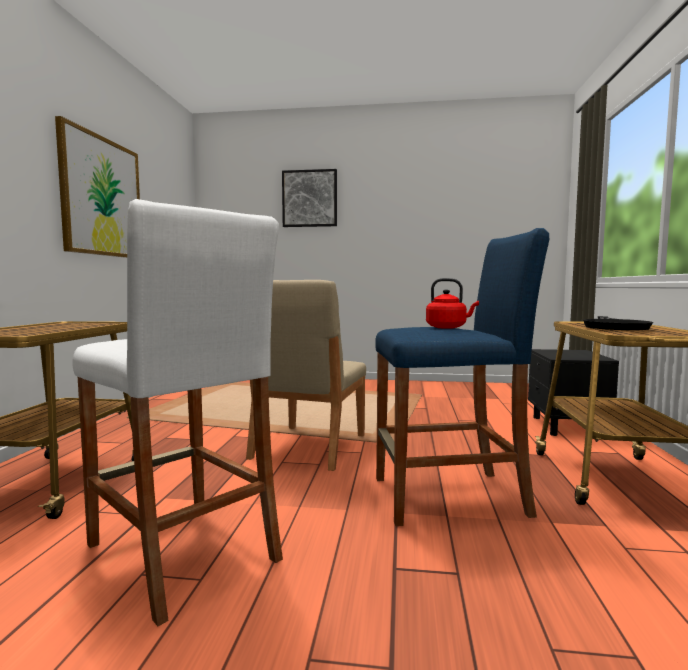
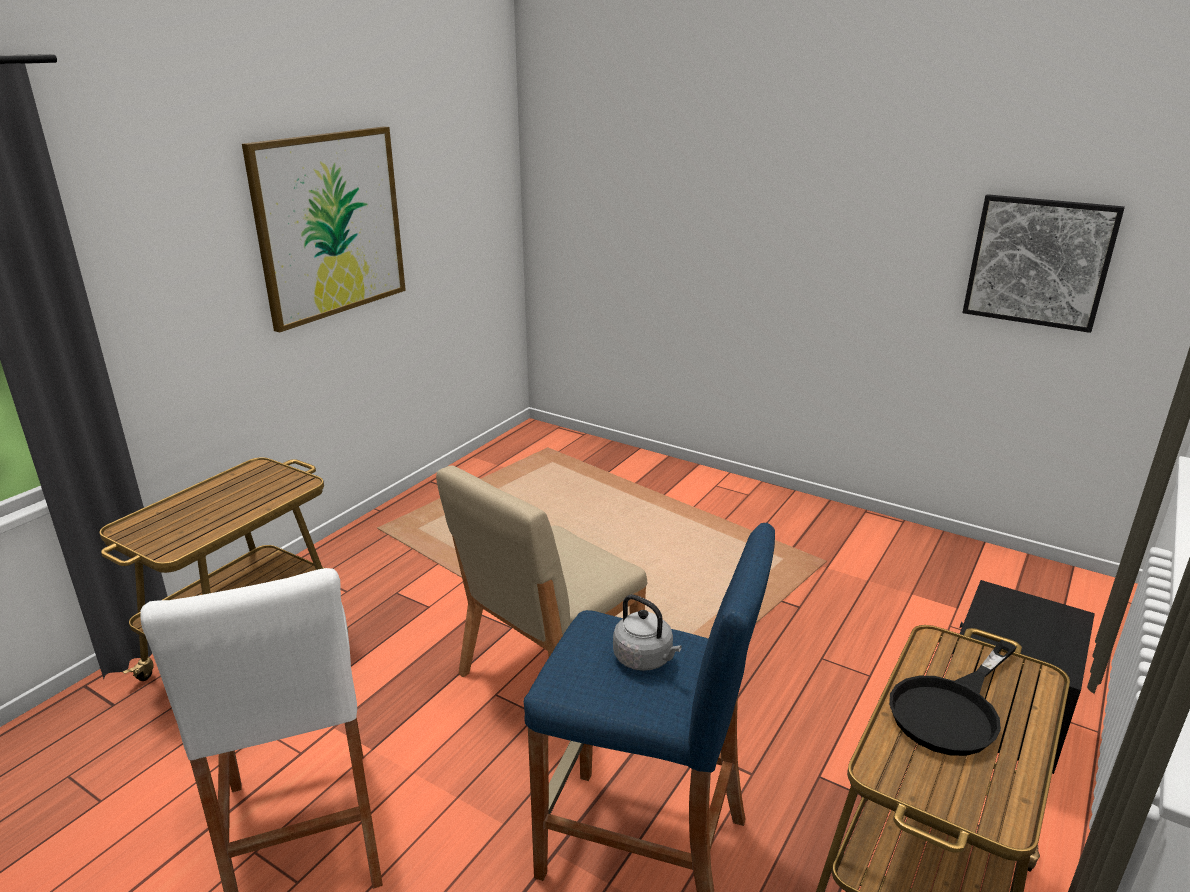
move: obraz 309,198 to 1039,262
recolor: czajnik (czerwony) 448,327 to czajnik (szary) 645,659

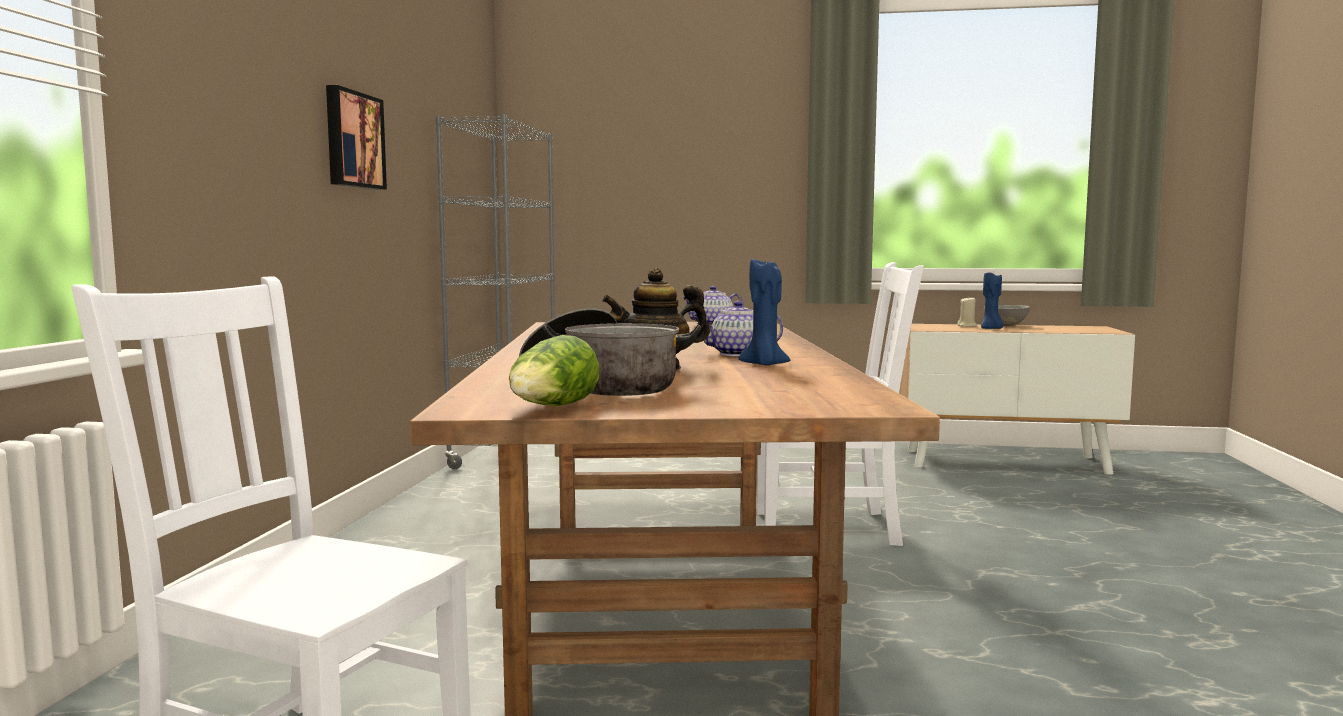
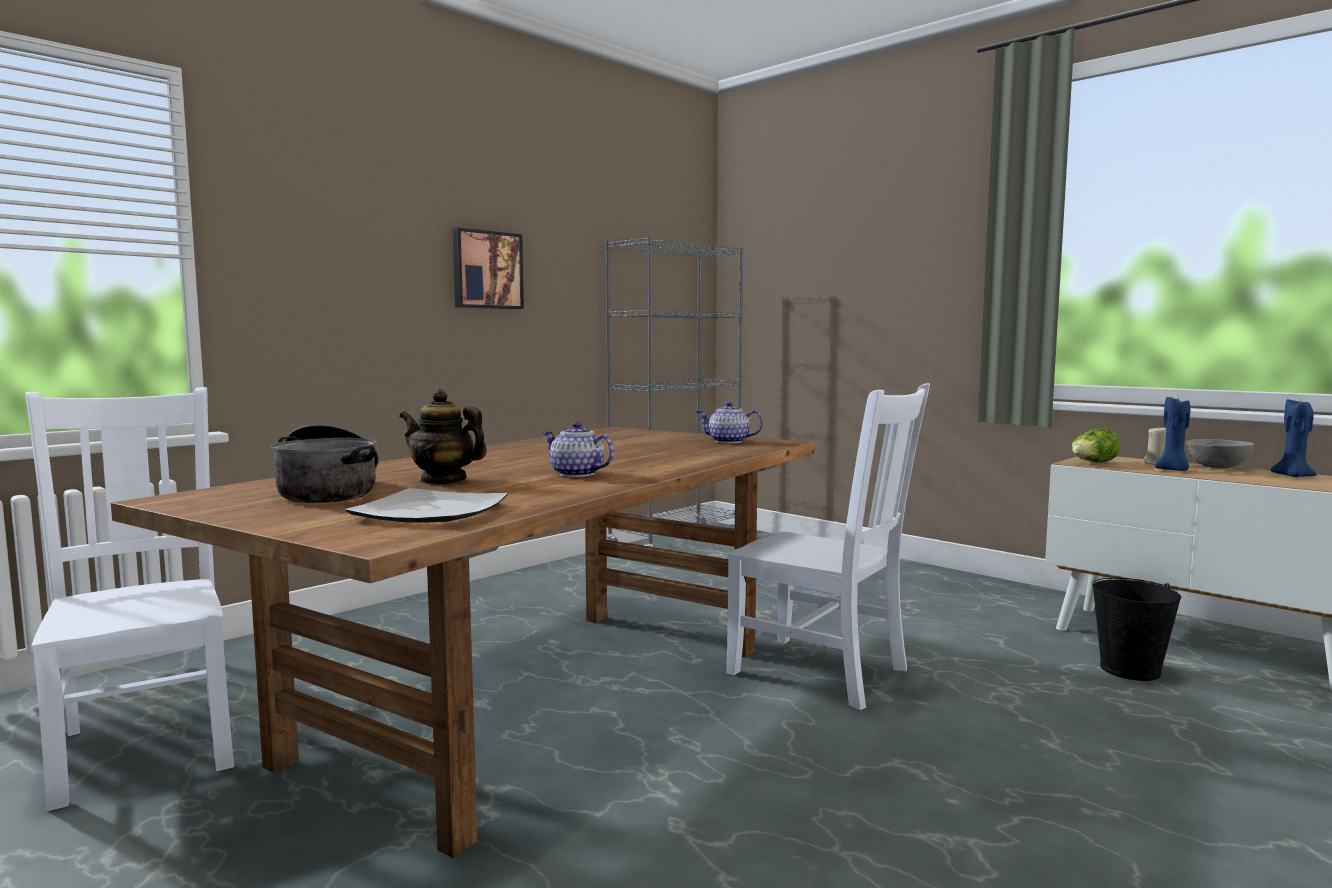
insert: talerz 428,512; wiadro (czarny) 1130,670
move: sałata 552,408 to 1092,463; świeca (niebieski) 764,365 to 1292,476

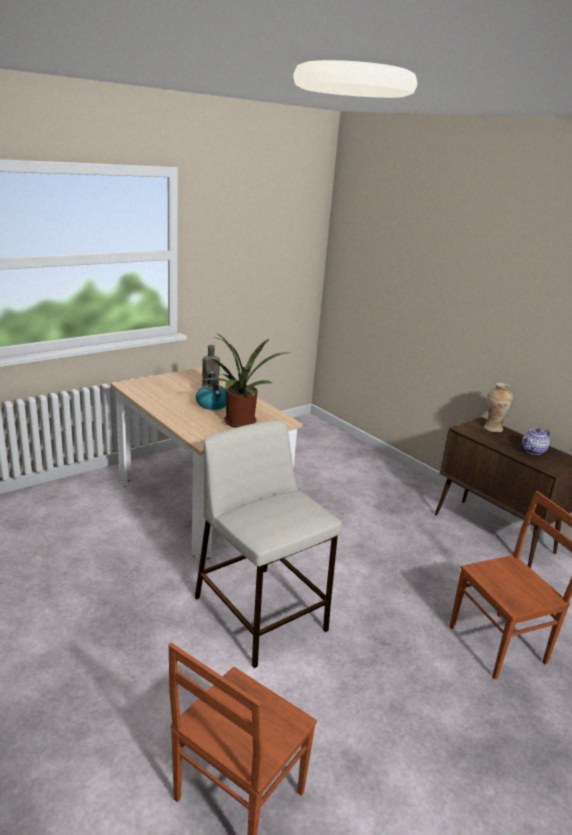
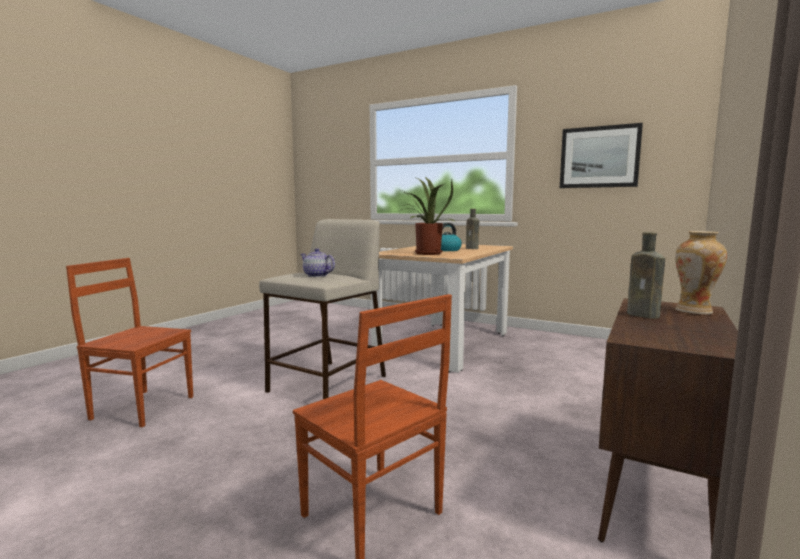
insert: obraz 599,157; butelka (brązowy) 645,315
move: imbryk 533,451 to 317,275

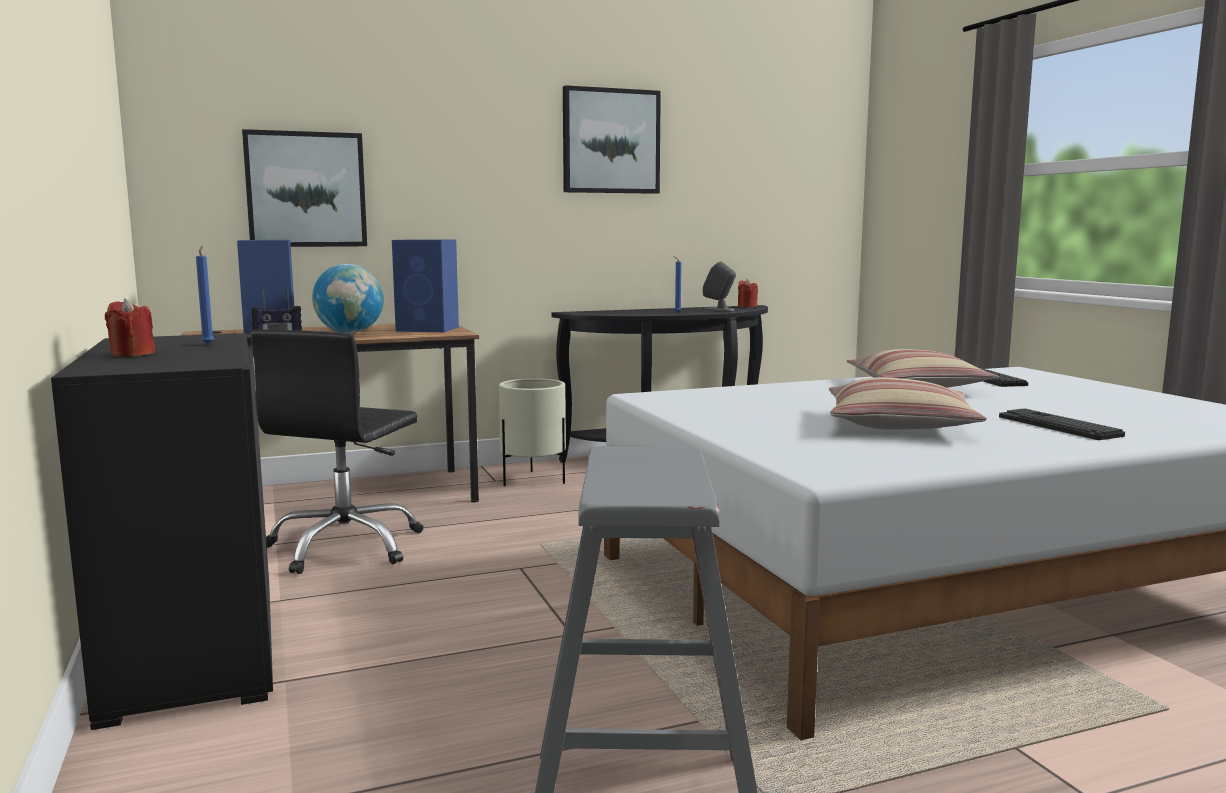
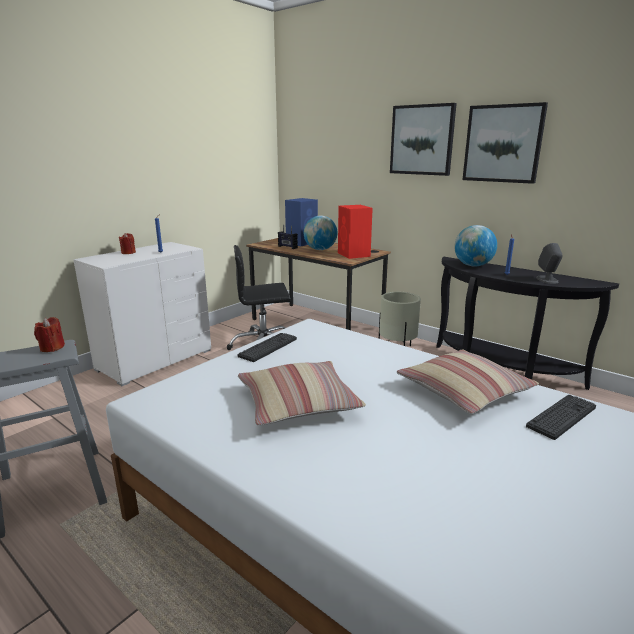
insert: globus 473,265
move: obraz 306,190 to 422,140; świeca (czerwony) 747,306 to 52,348; klawiatura 1058,426 to 268,347
recolor: komoda (czarny) 191,648 to komoda (biały) 154,359; głośnik (niebieski) 429,329 to głośnik (czerwony) 354,255

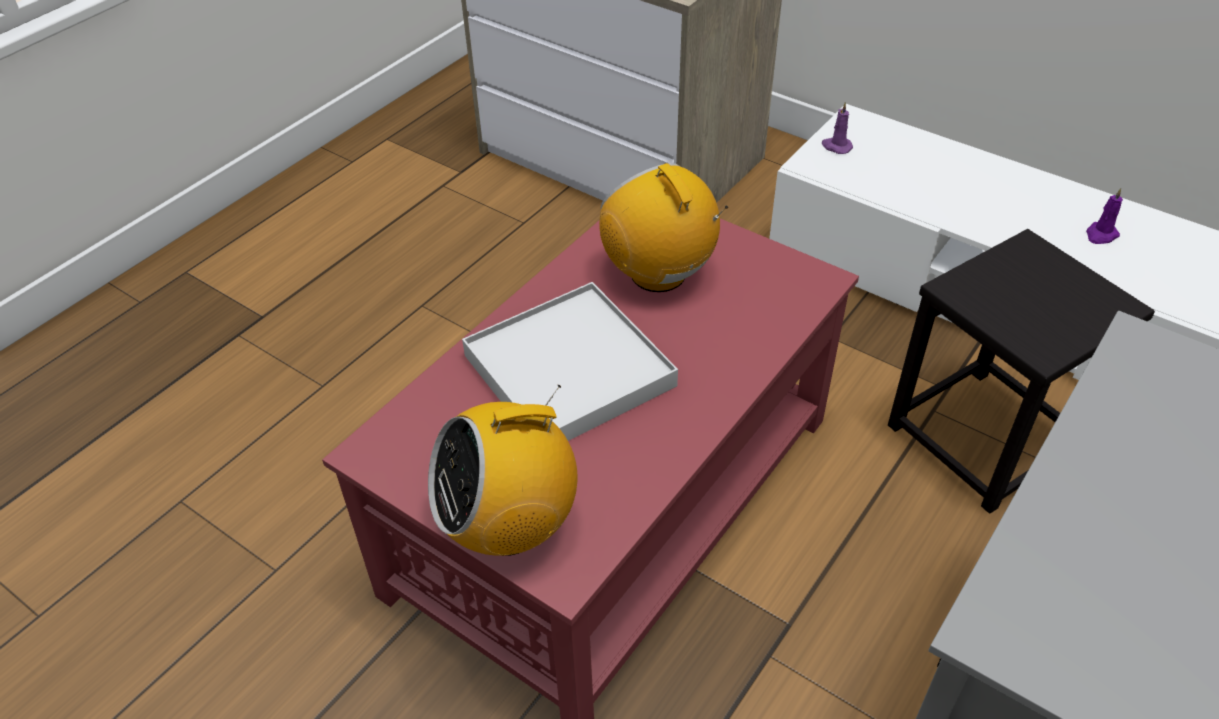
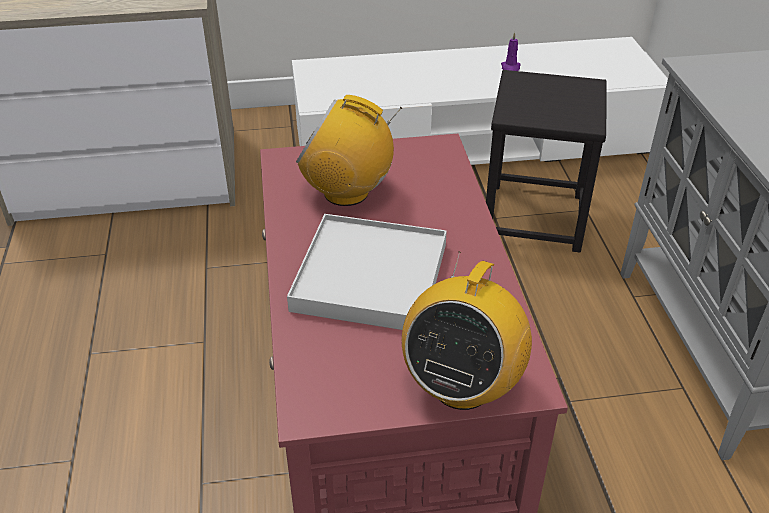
delete: świeca (fioletowy) 836,146

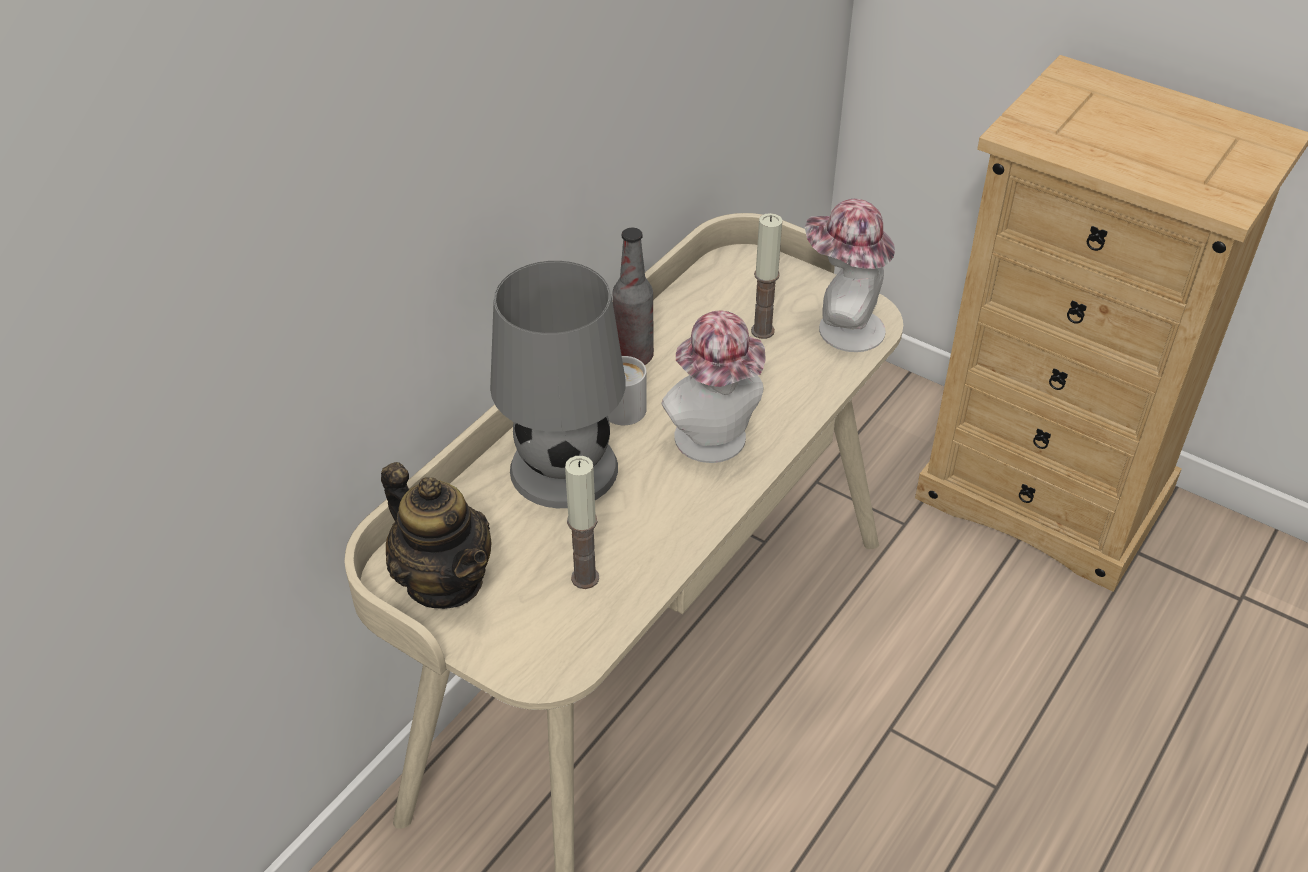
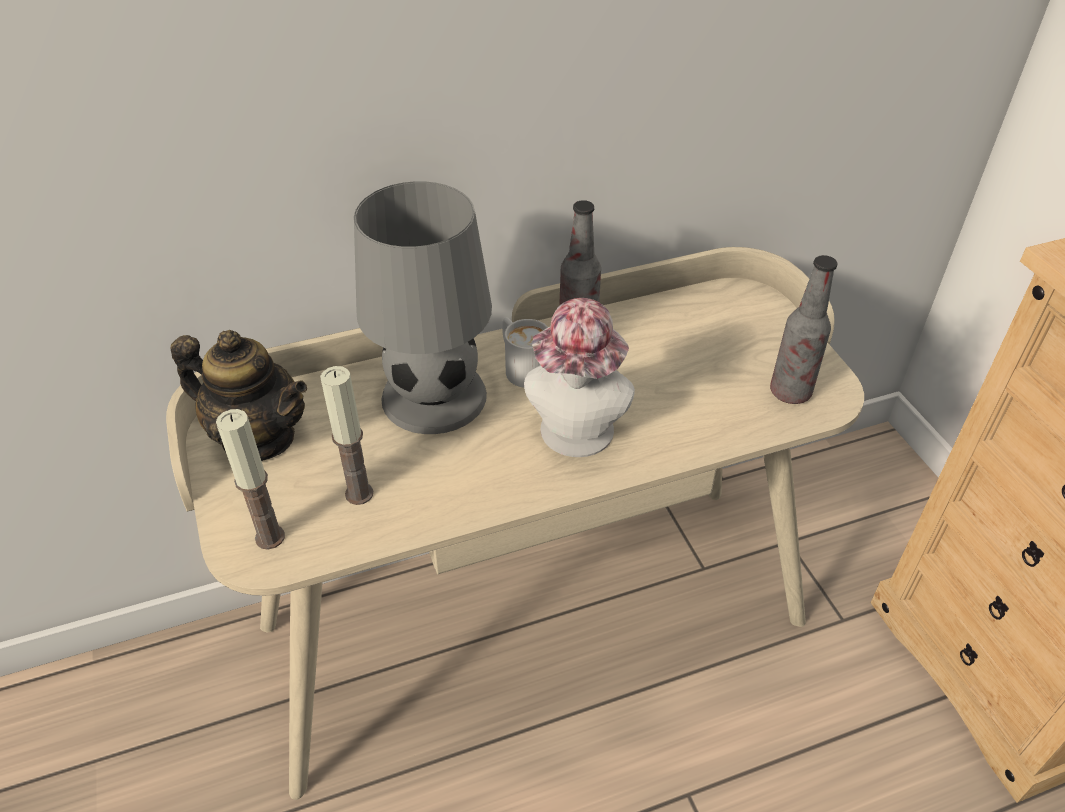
move: świeca 762,331 to 270,537
replace: kapelusz 842,328 to butelka 790,392
rotate: imbryk 444,581 = 258,438 60 degrees counterclockwise

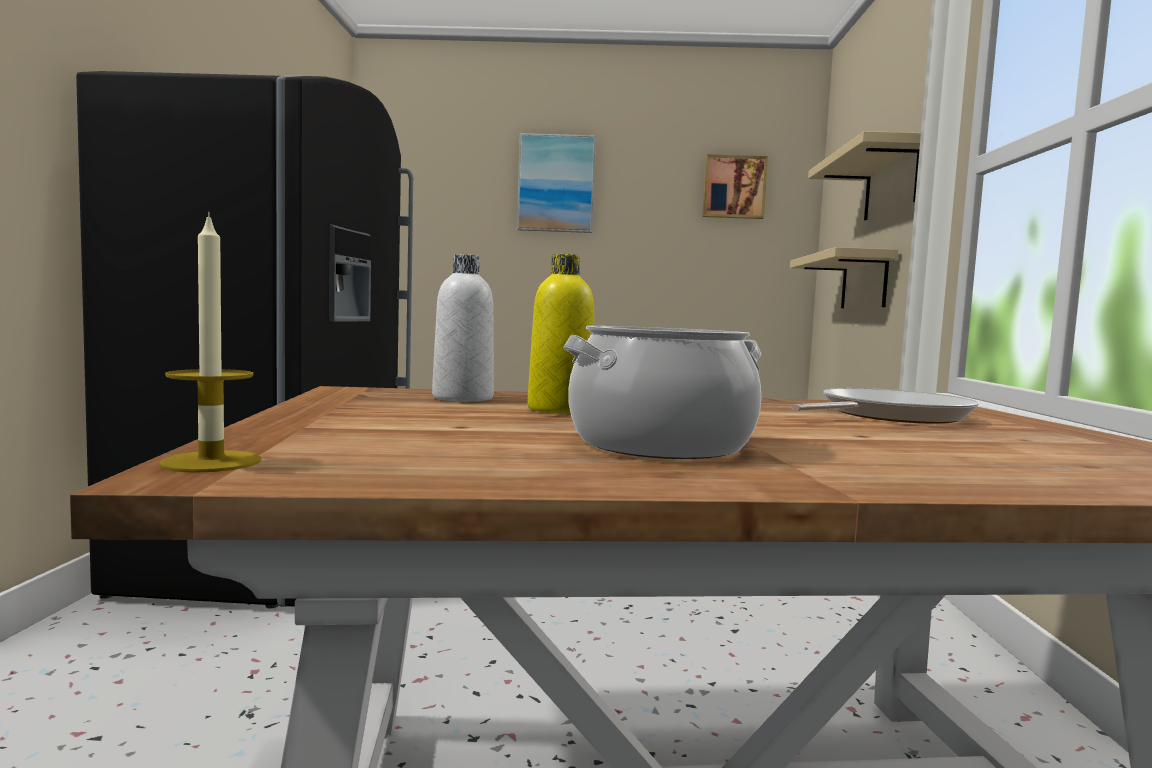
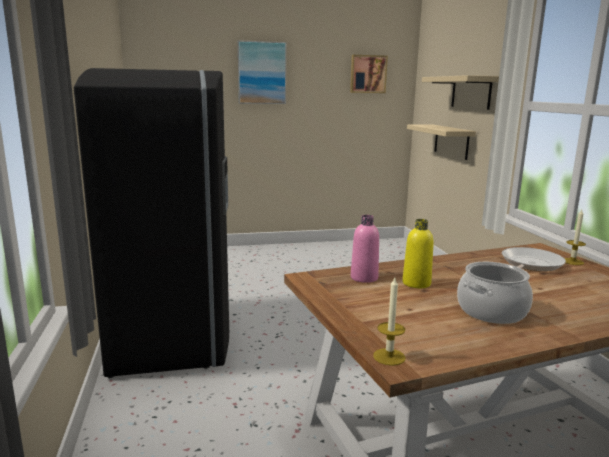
insert: świeca 572,261
recolor: butelka (biały) 462,398 to butelka (różowy) 364,278

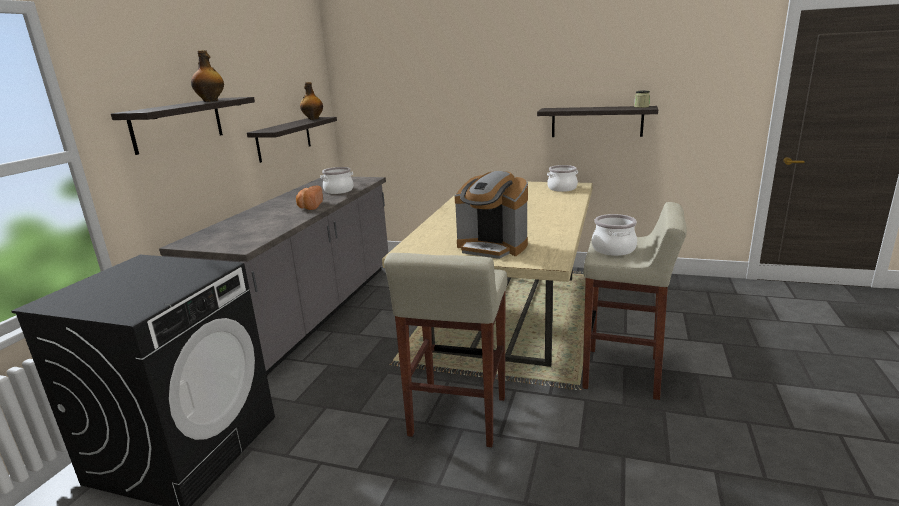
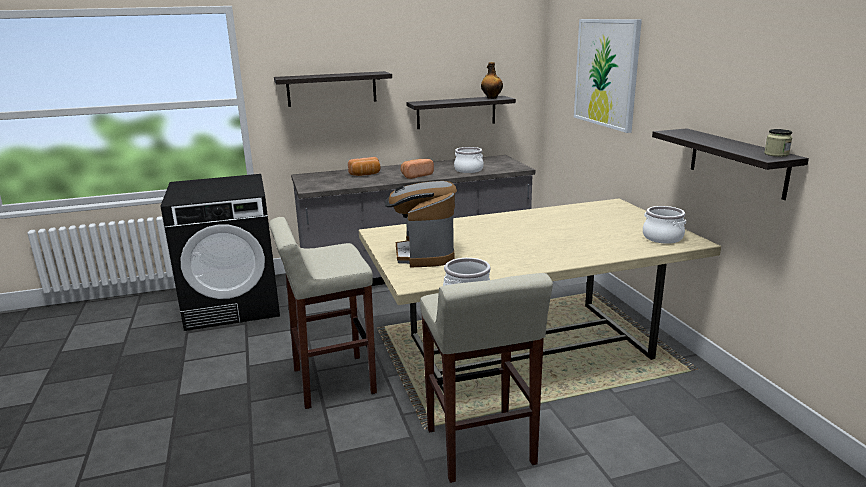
delete: butelka 211,101
insert: chleb 365,175; obraz 606,73

